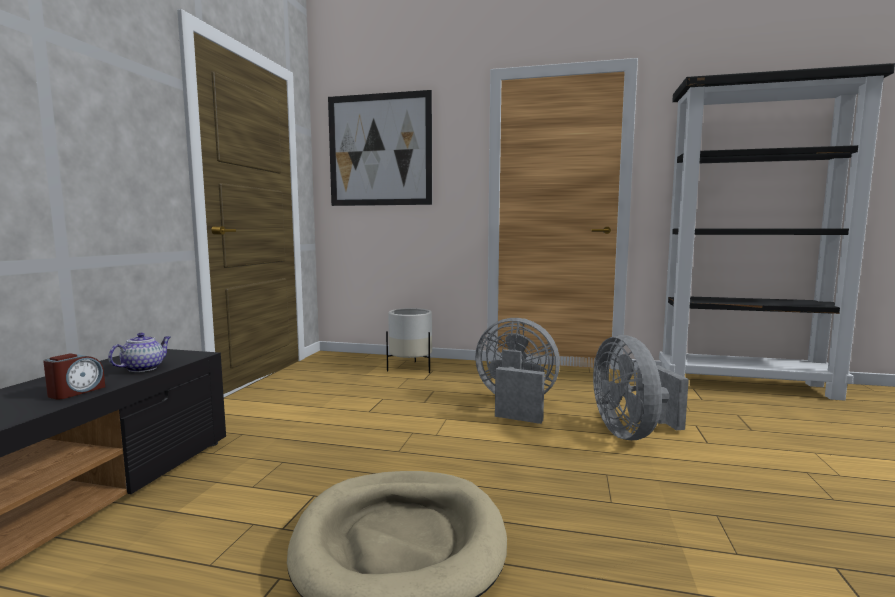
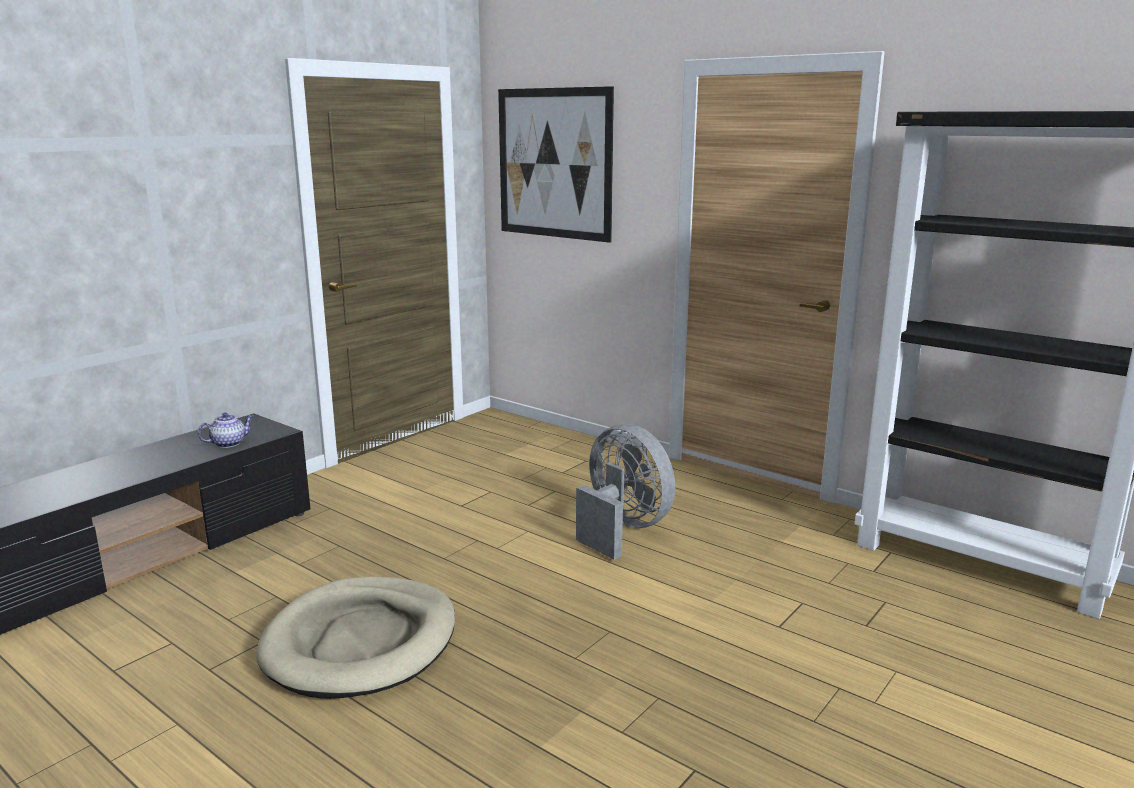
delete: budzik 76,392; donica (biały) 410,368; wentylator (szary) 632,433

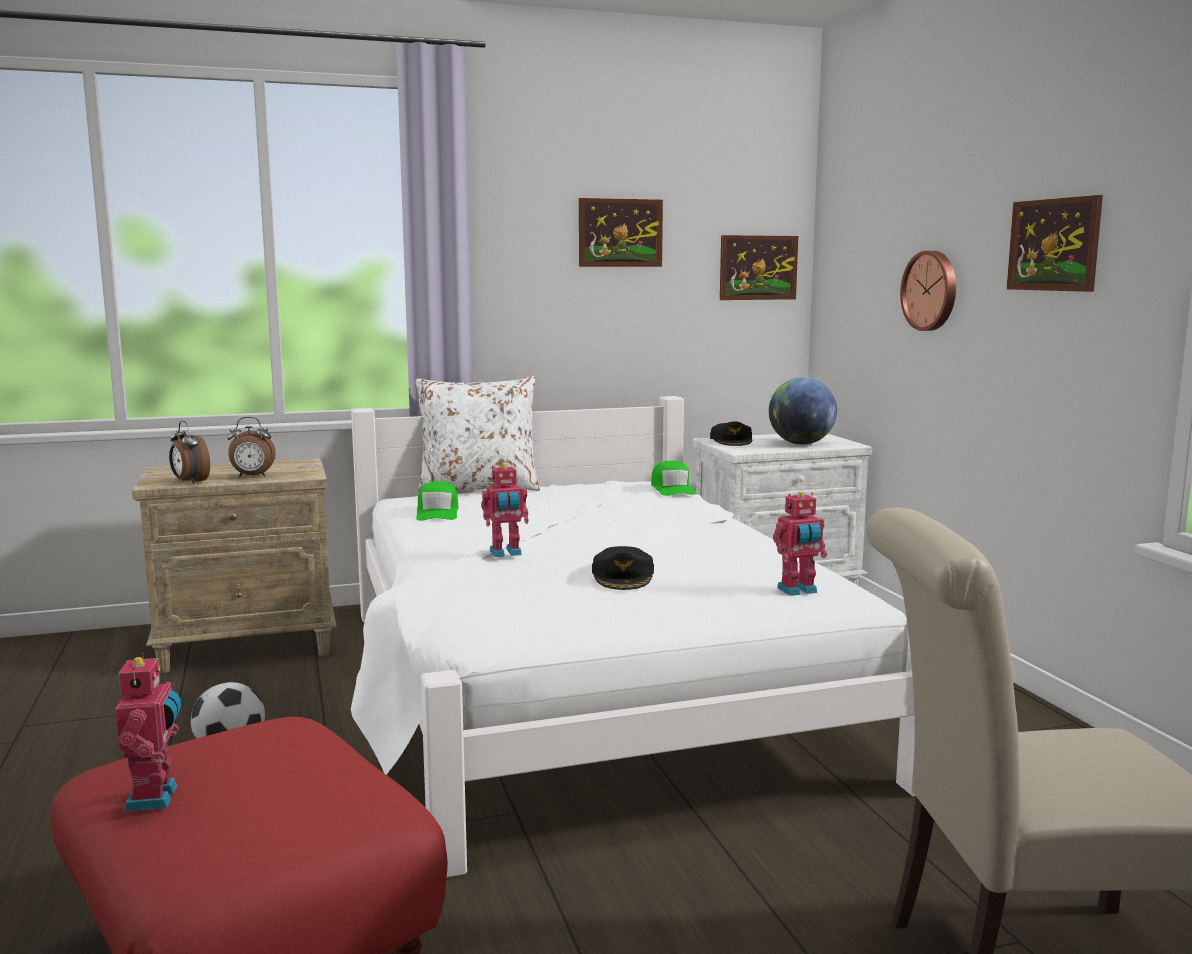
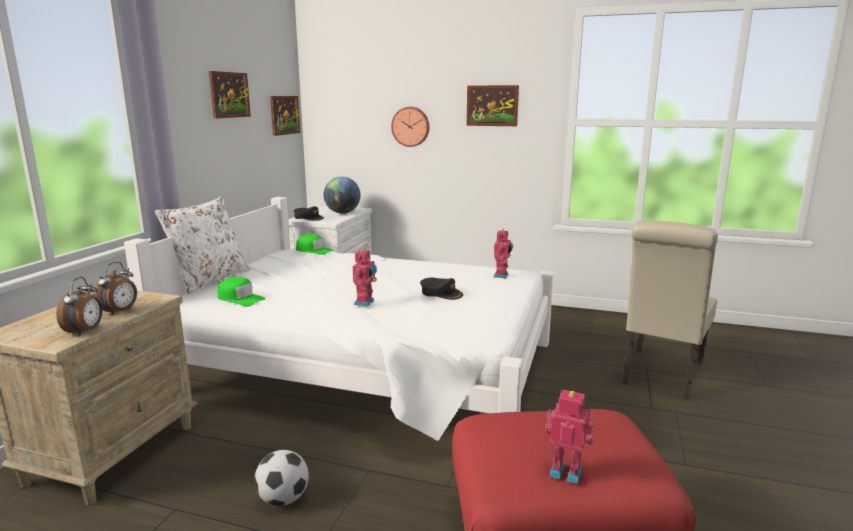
rotate: budzik 190,482 = 85,331 75 degrees counterclockwise

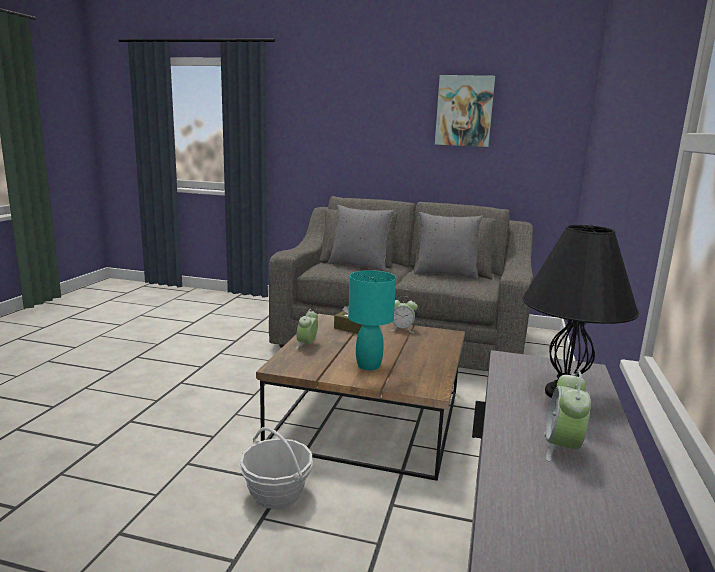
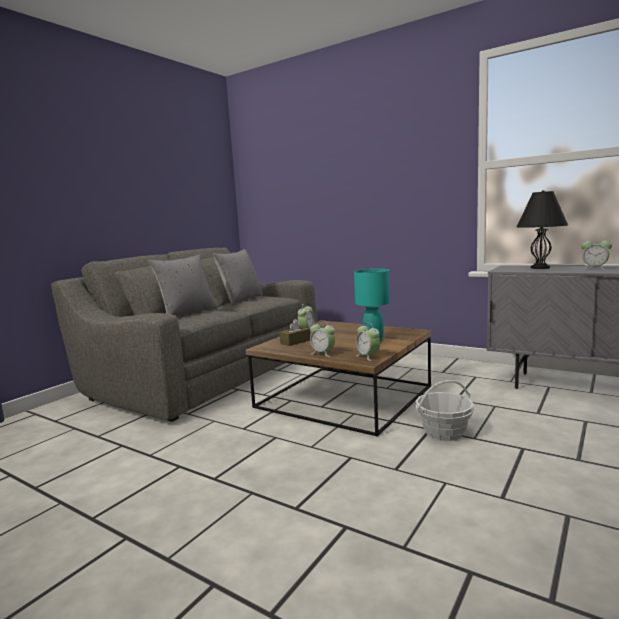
delete: obraz 464,111
insert: budzik 368,357

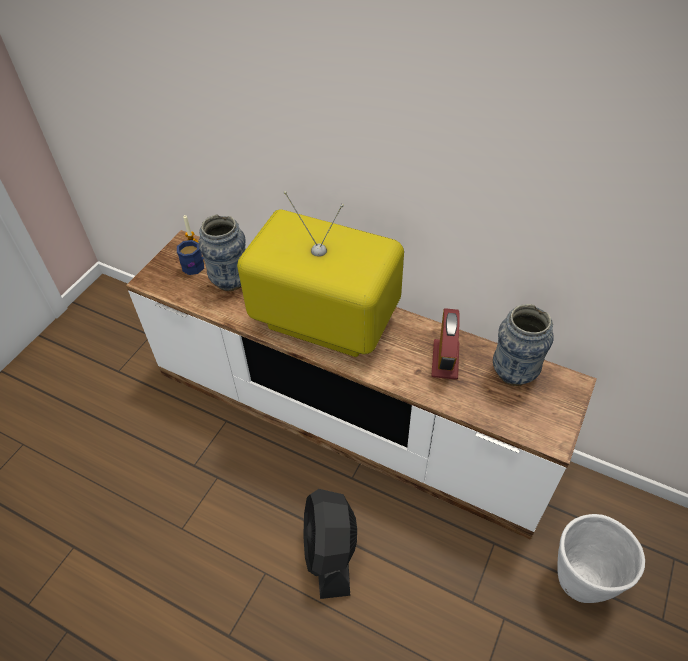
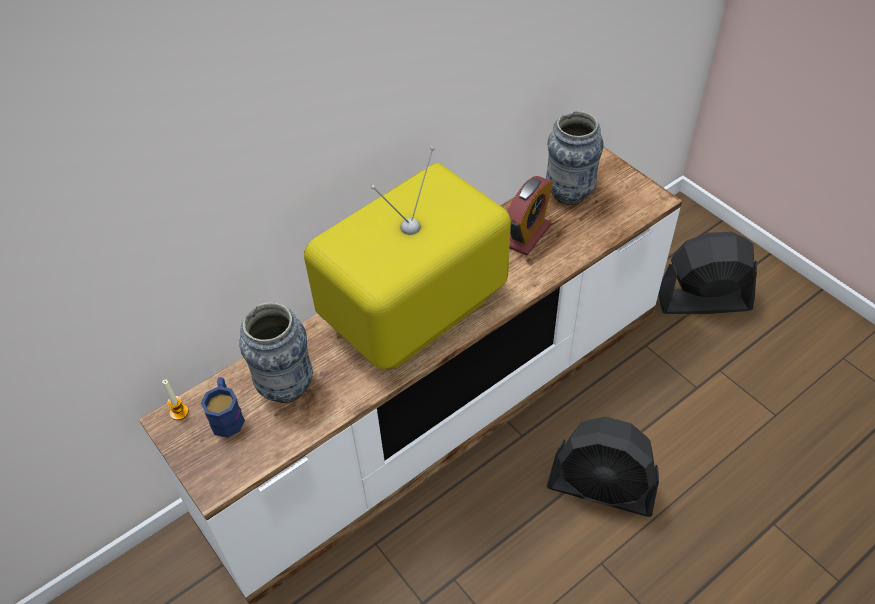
replace: donica (biały) 580,580 to wentylator (czarny) 703,300
rotate: budzik 445,360 = 526,235 90 degrees clockwise

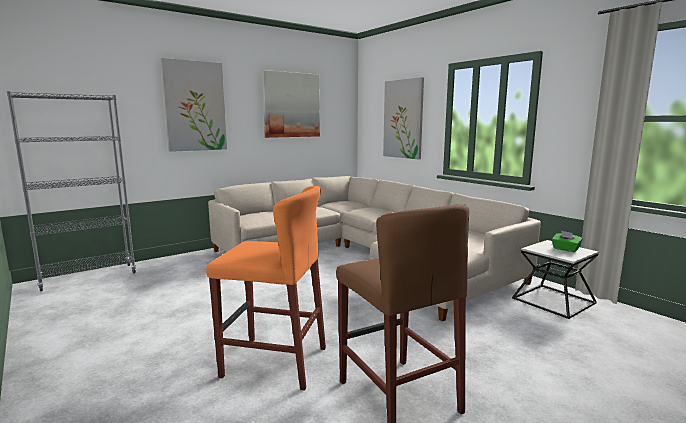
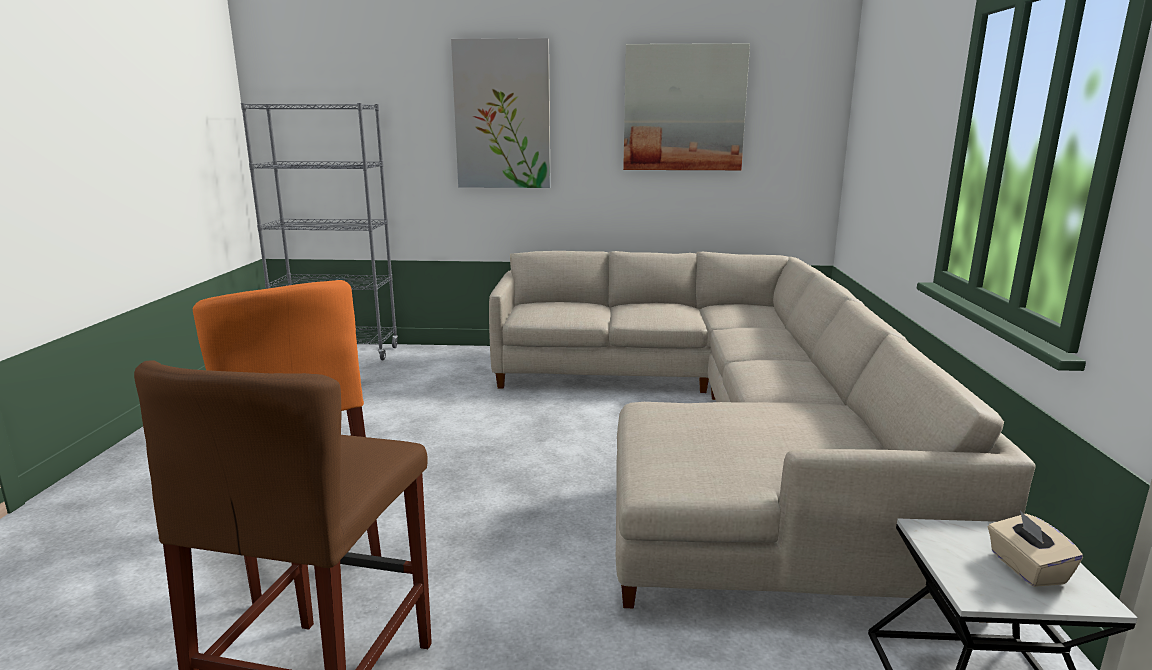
delete: obraz 403,119
recolor: pudełko chusteczek (zielony) 565,249 to pudełko chusteczek (beżowy) 1026,568

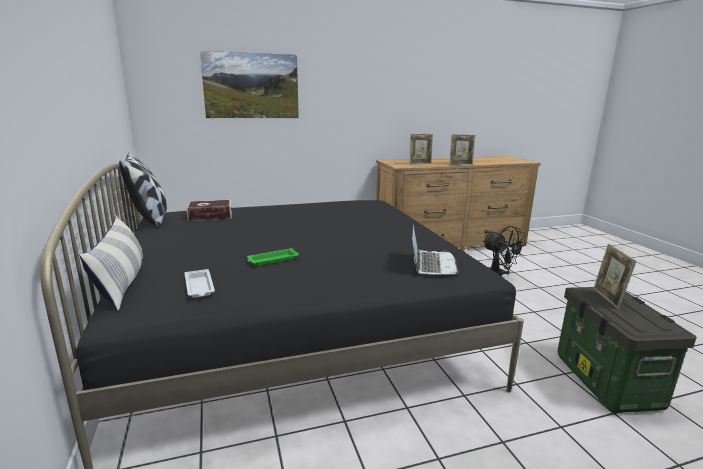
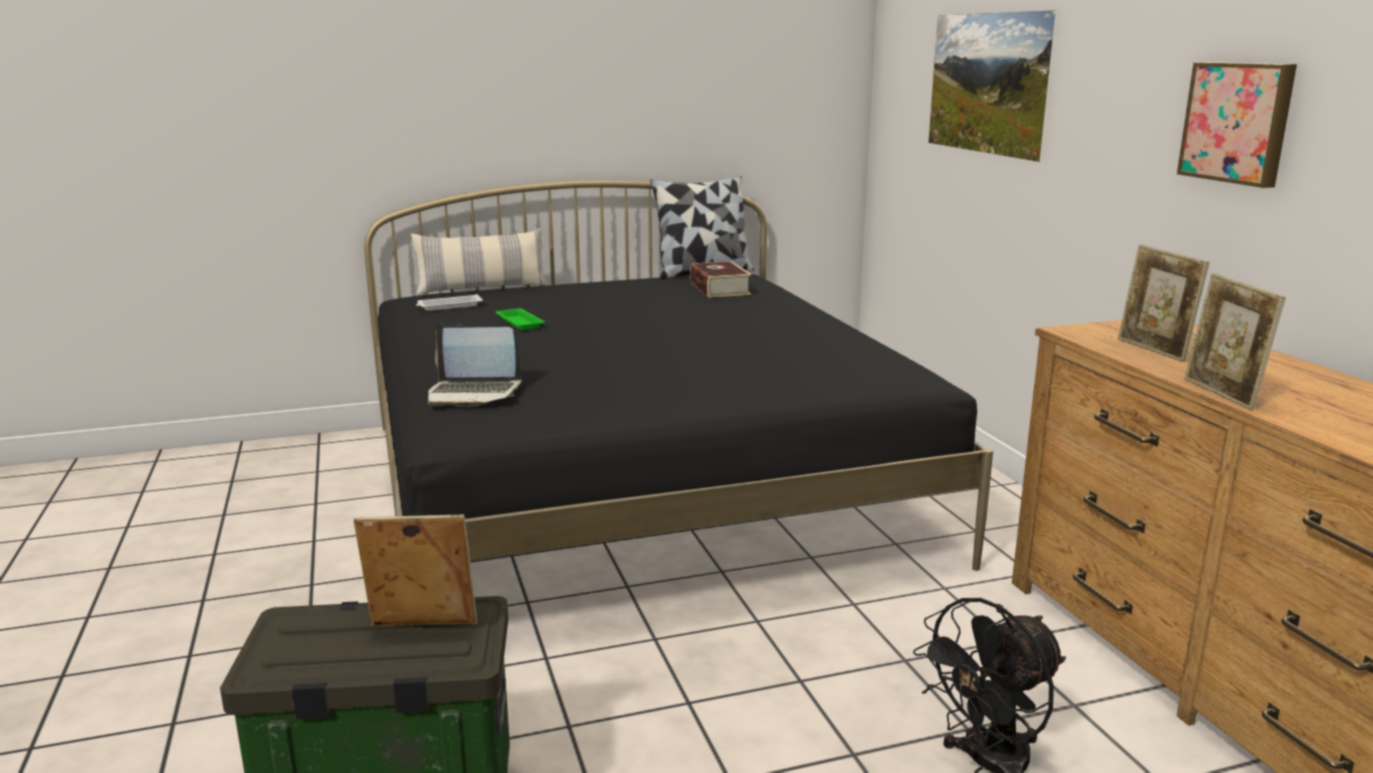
insert: obraz 1238,122

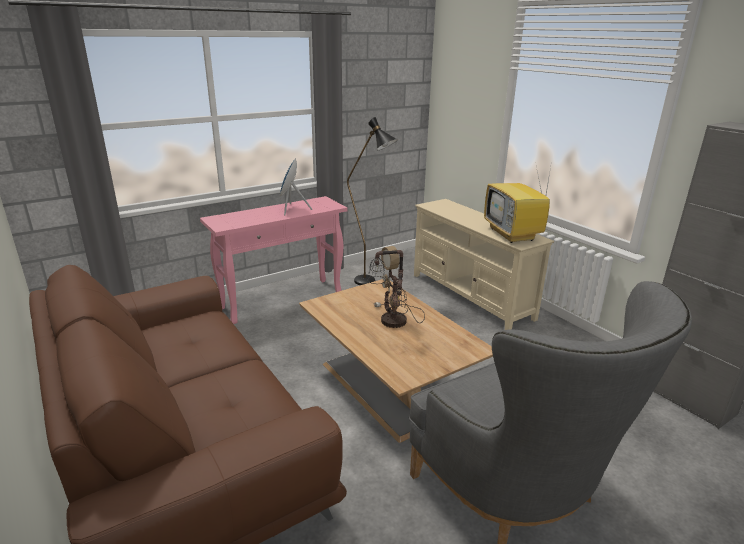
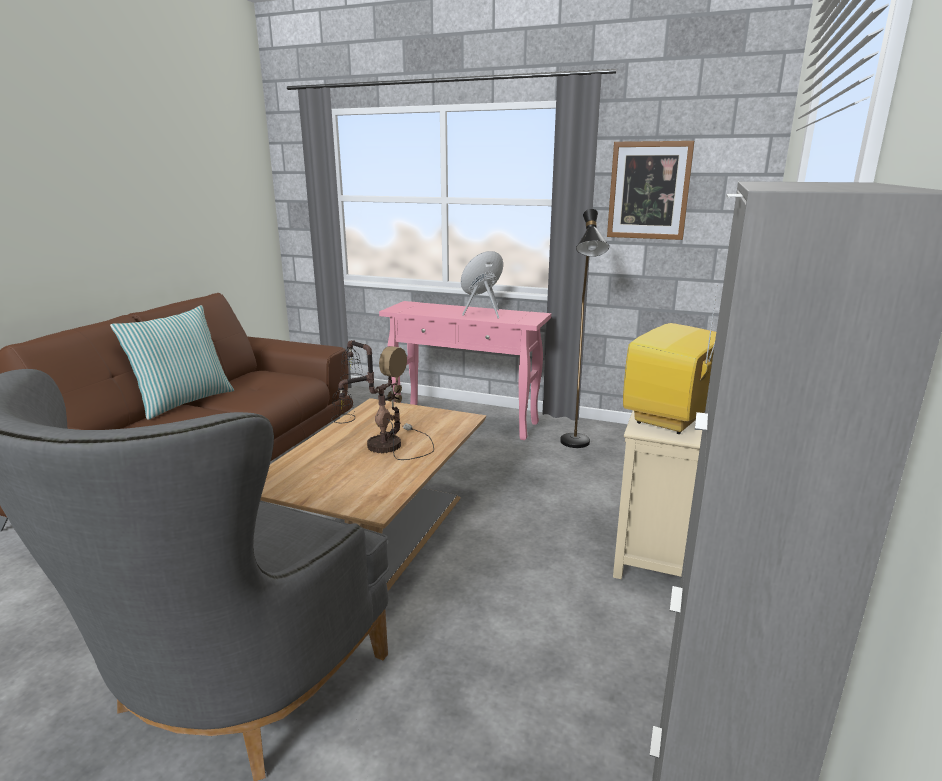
insert: poduszka 183,401; obraz 648,190

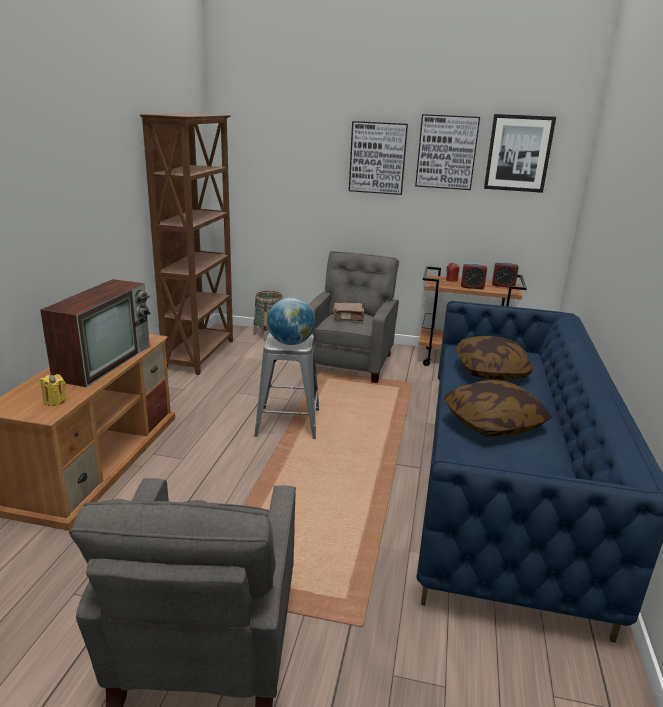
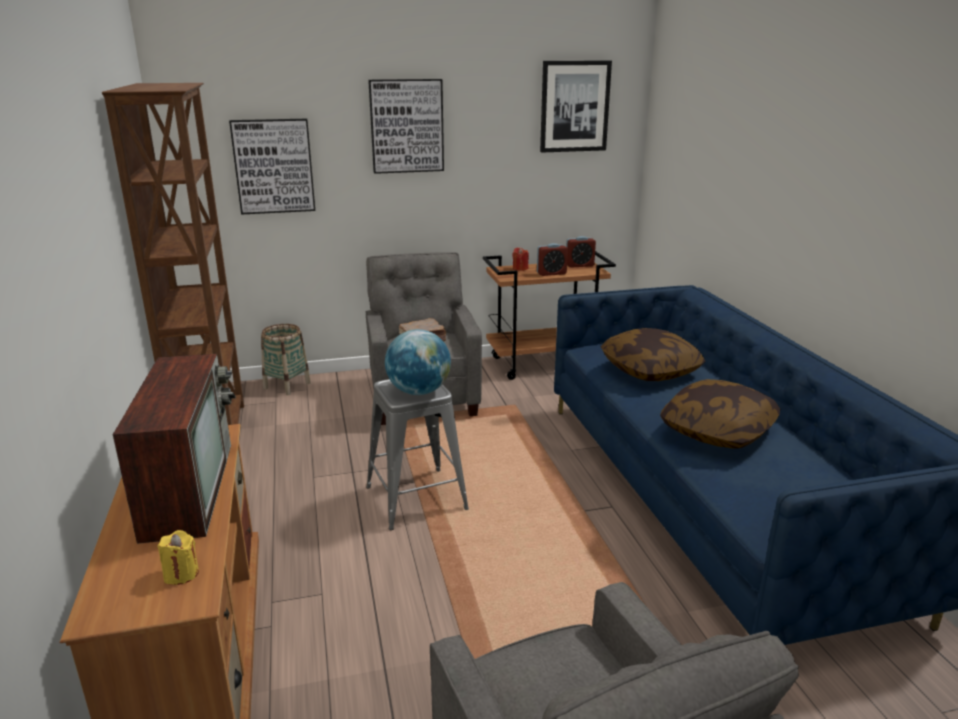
move: obraz 446,152 to 273,166

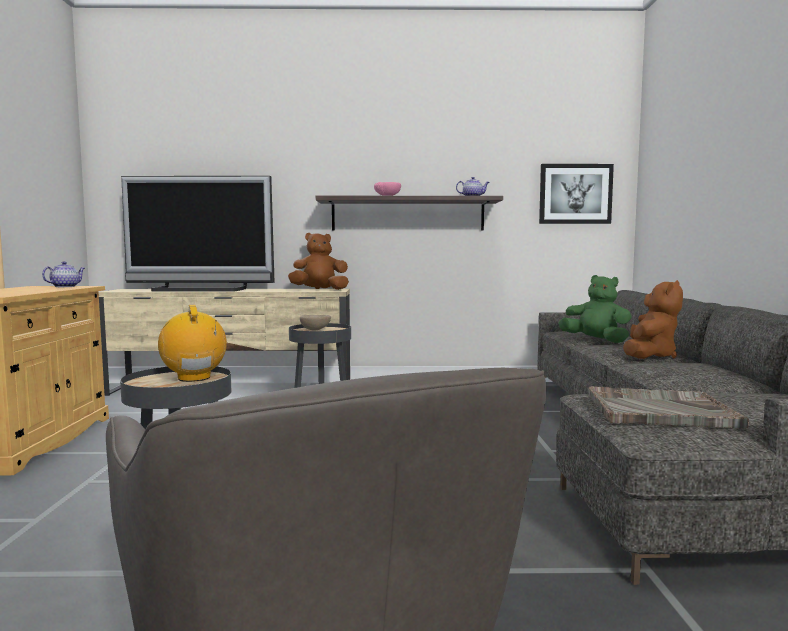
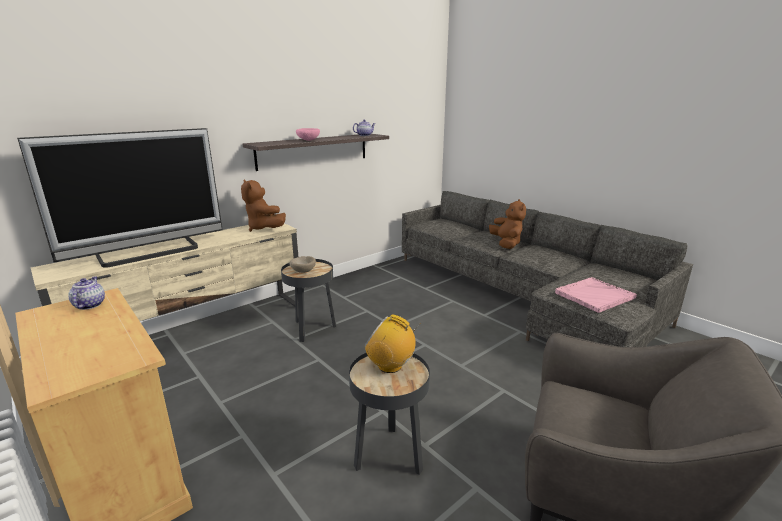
delete: obraz 575,194; pluszak (zielony) 596,340
recolor: taca (szary) 658,410 to taca (różowy) 594,295
rotate: pluszak (brązowy) 319,290 = 264,228 75 degrees counterclockwise

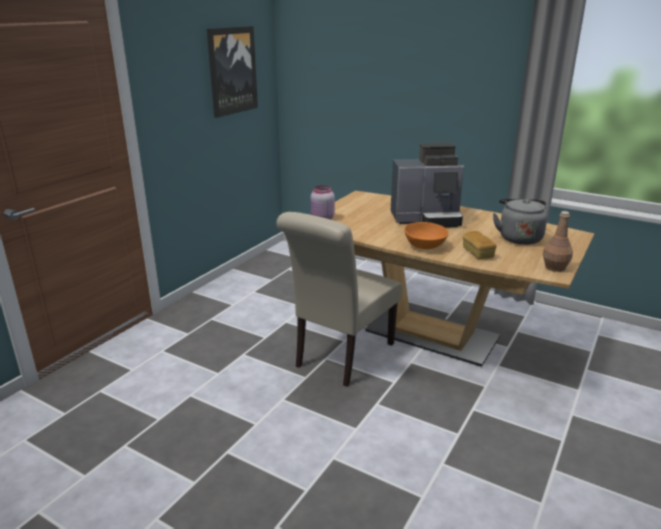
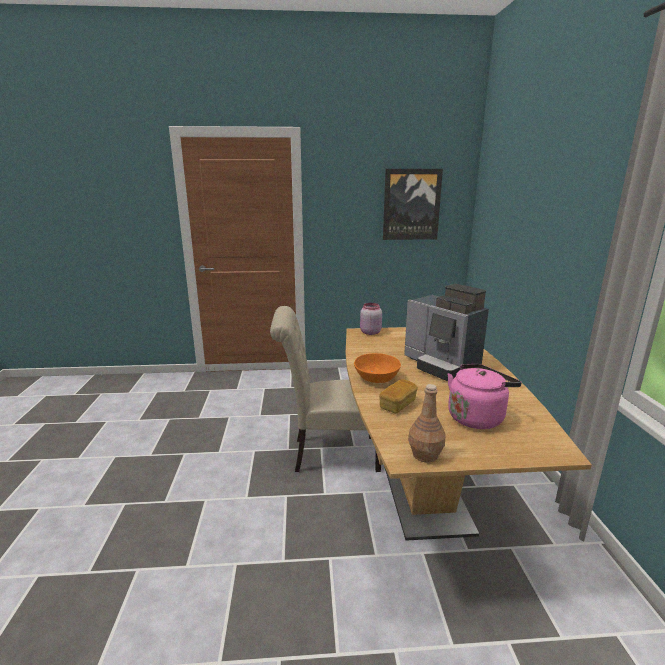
recolor: czajnik (szary) 519,237 to czajnik (różowy) 477,417

